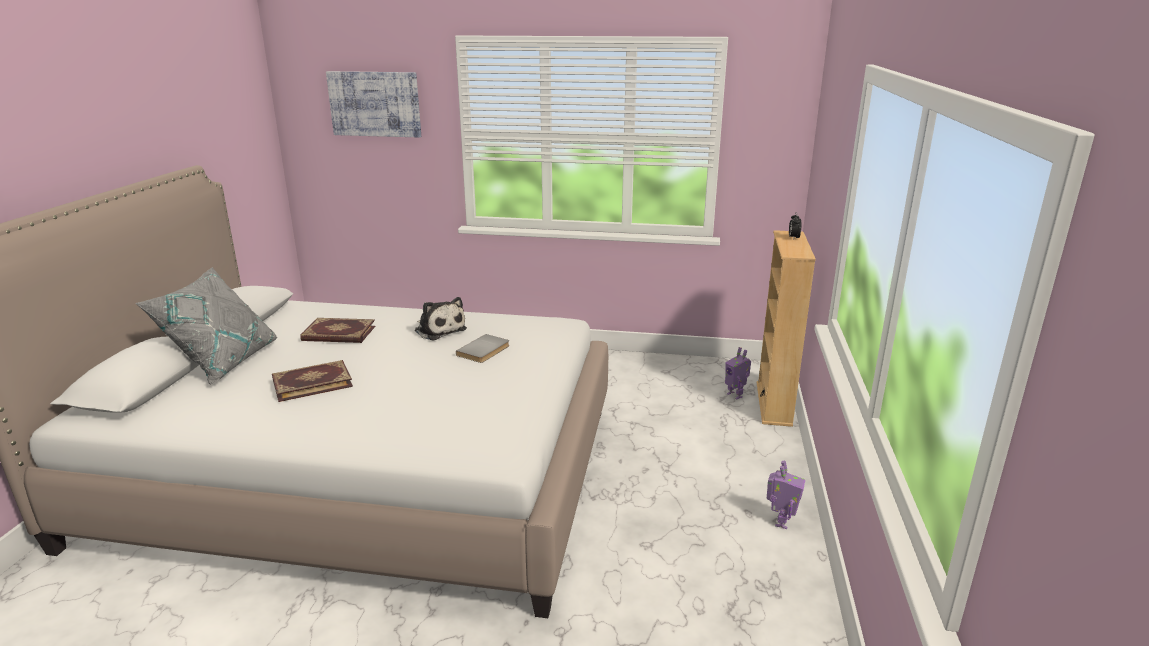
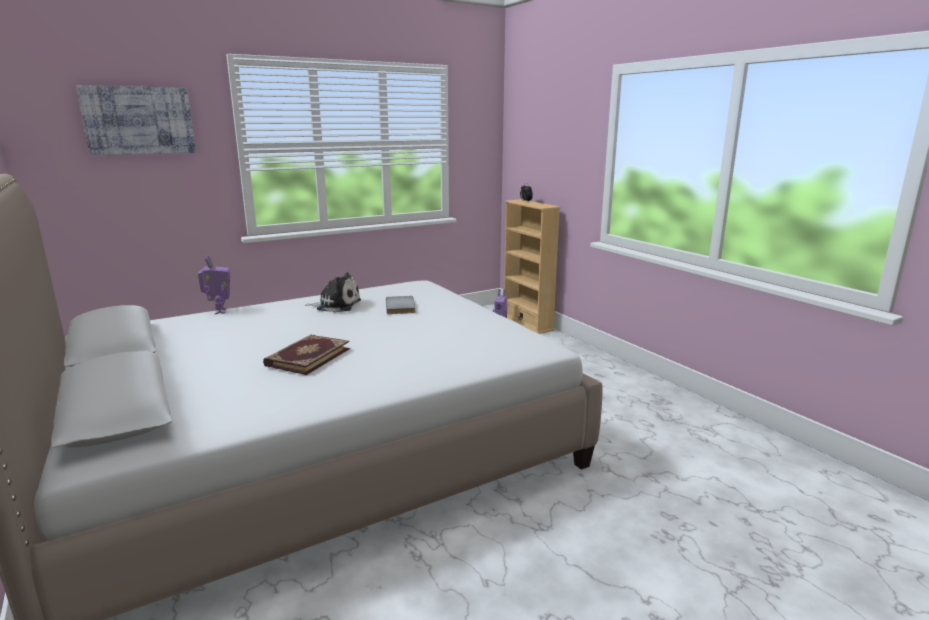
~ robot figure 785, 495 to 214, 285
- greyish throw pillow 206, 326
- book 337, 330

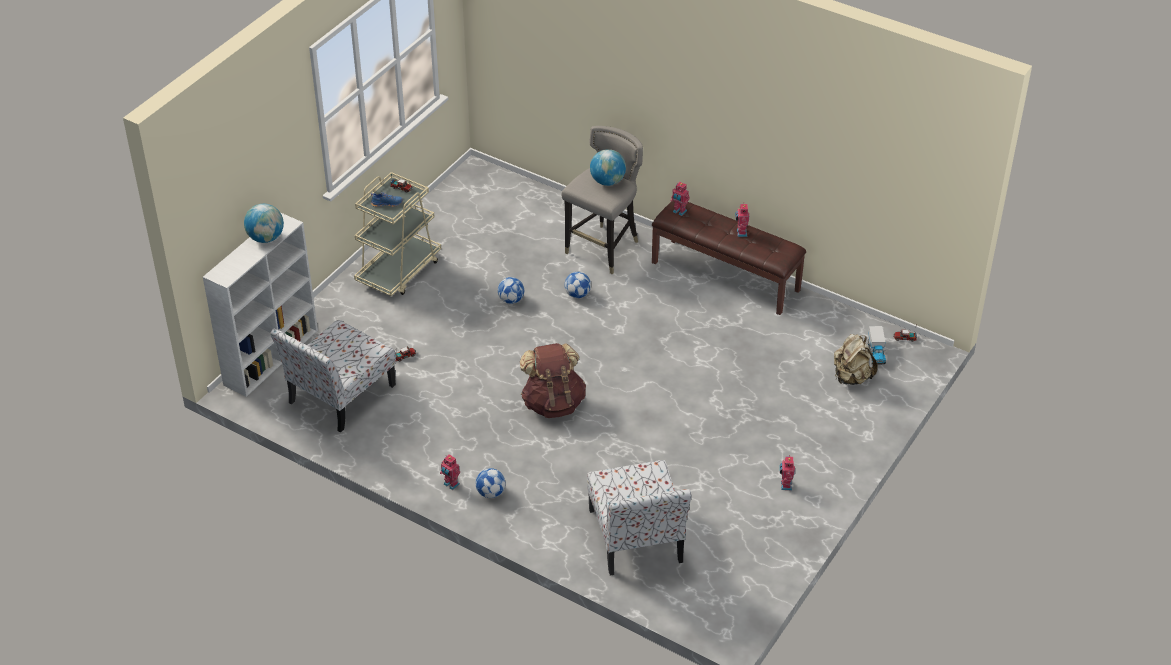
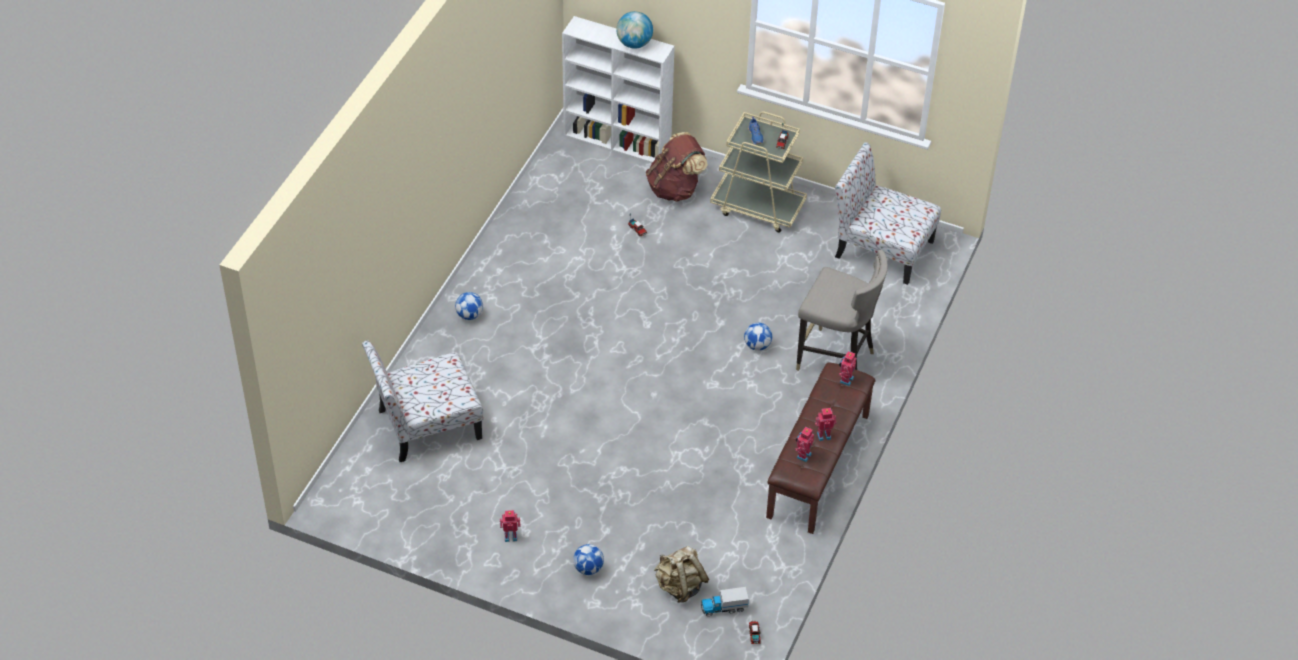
~ football 511, 290 to 588, 559
~ brown-coloured knapsack 553, 380 to 677, 167
~ robot figure 450, 472 to 804, 444
~ chair 333, 376 to 888, 213
- world globe 608, 167

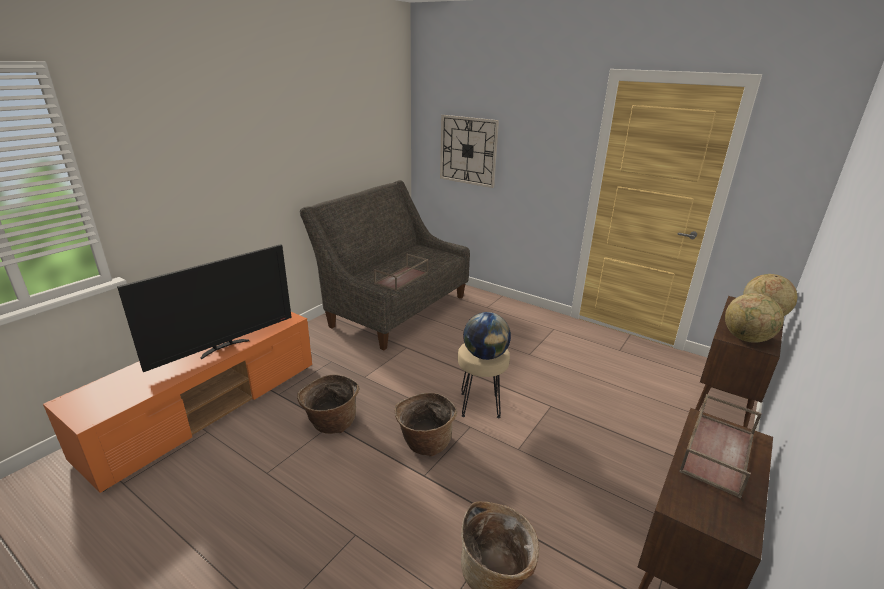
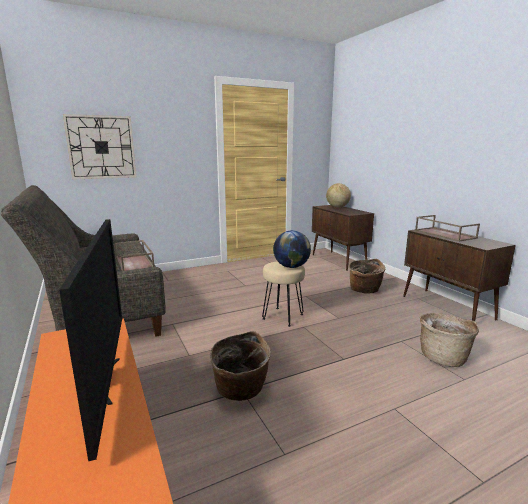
~ basket 426, 425 to 367, 276
- world globe 754, 318

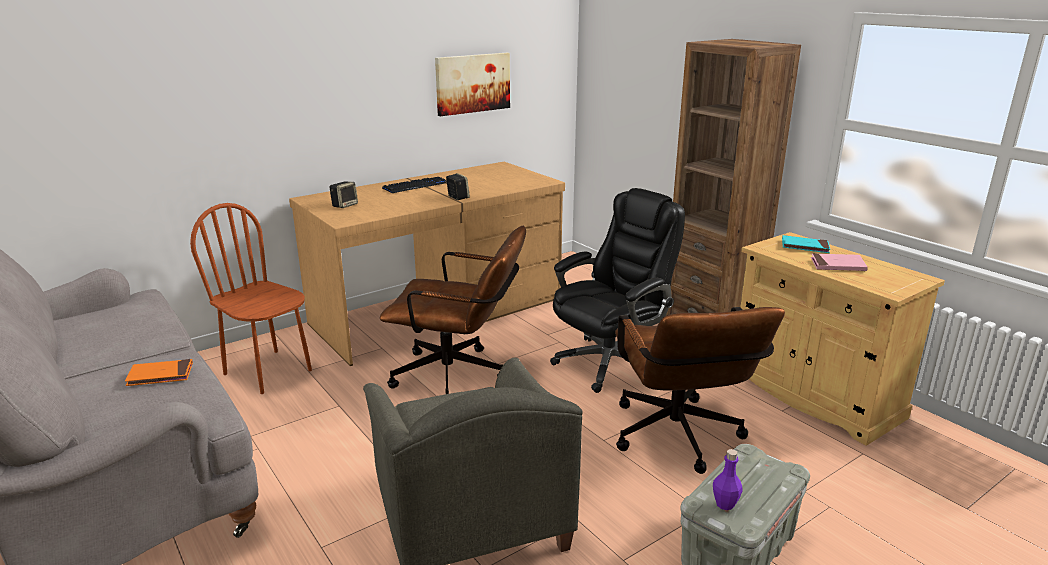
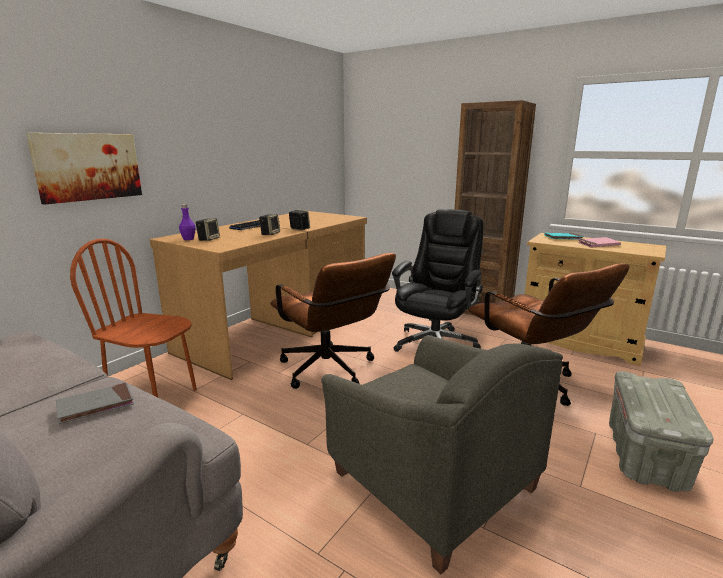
~ wall picture 472, 84 to 84, 169
~ orange book 159, 372 to greyish book 95, 403
~ purple bottle 728, 479 to 187, 222
+ loudspeaker 269, 224
~ brown-coloured office chair 453, 310 = 333, 321 60 degrees clockwise

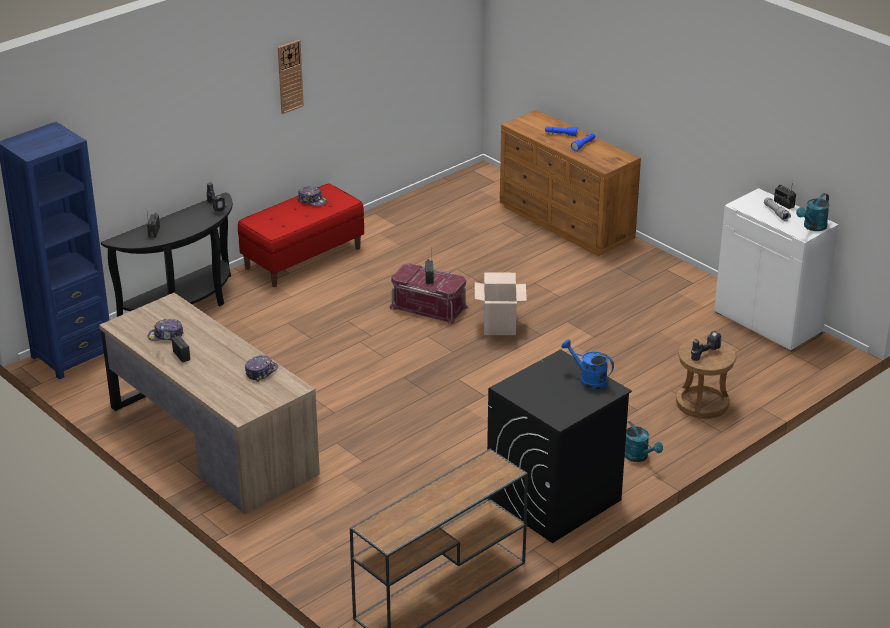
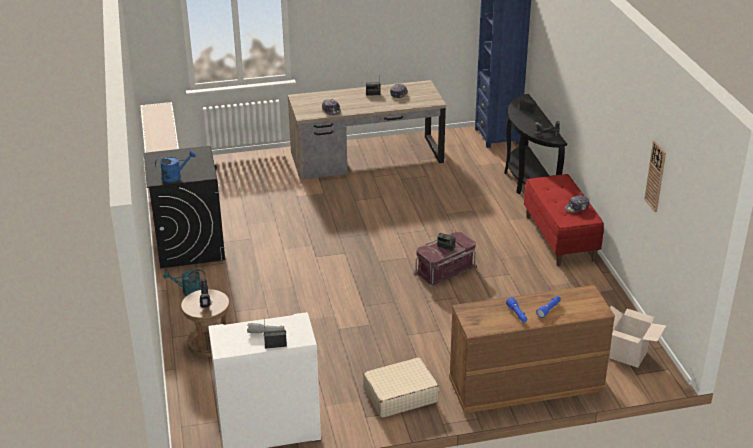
+ sand-coloured suitcase 401, 387
~ cardboard box 501, 303 to 638, 336
~ wall clock 291, 77 to 655, 176
- blue-green sprinkling can 812, 212

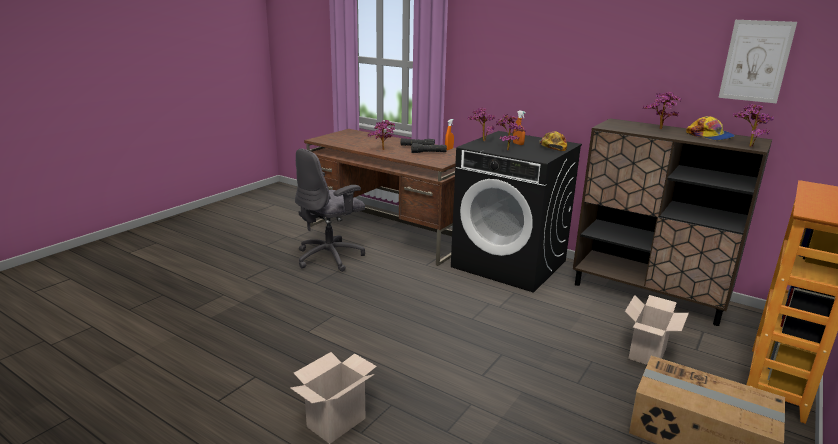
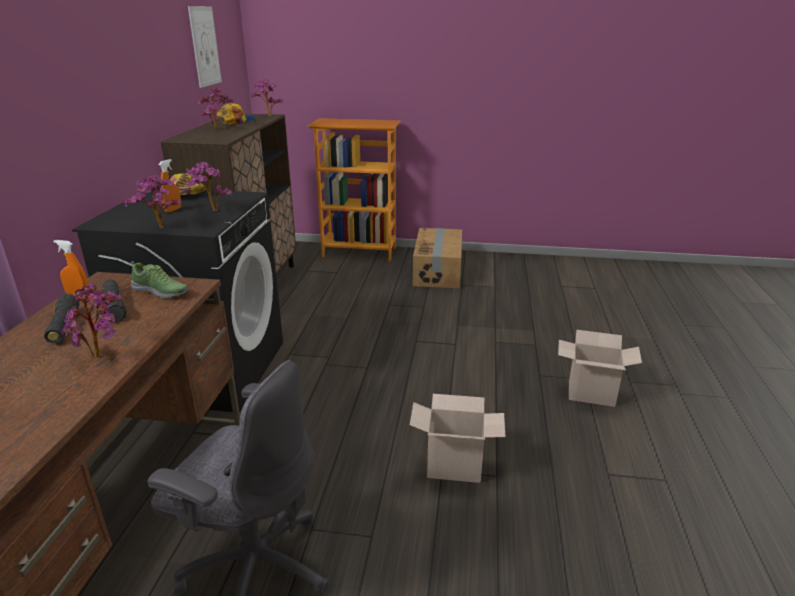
+ low shoe 160, 279
~ cardboard box 657, 330 to 457, 438

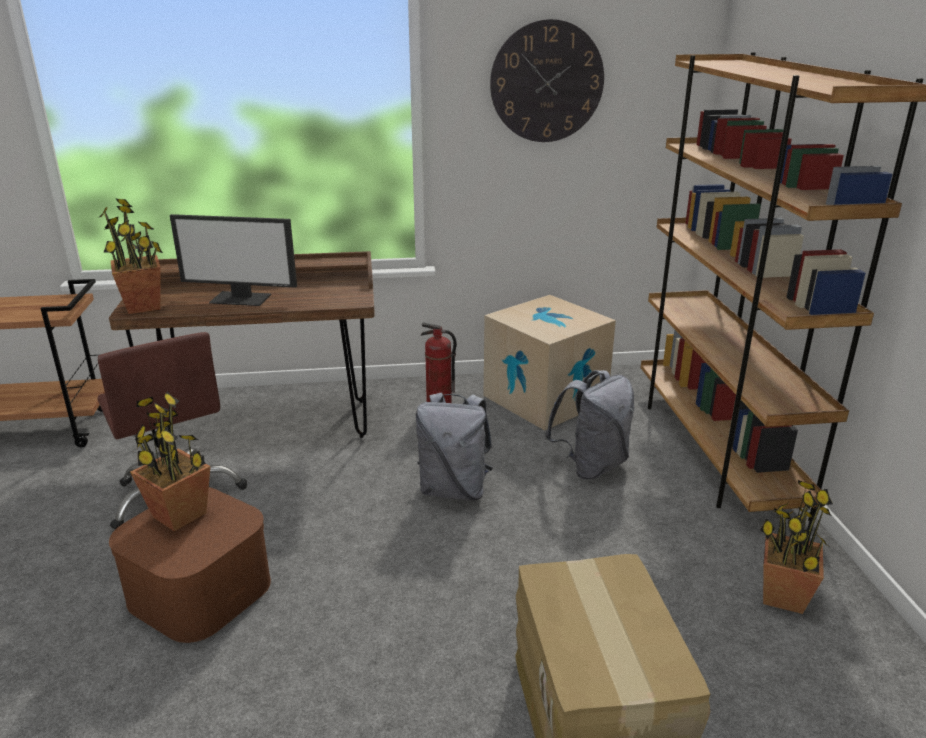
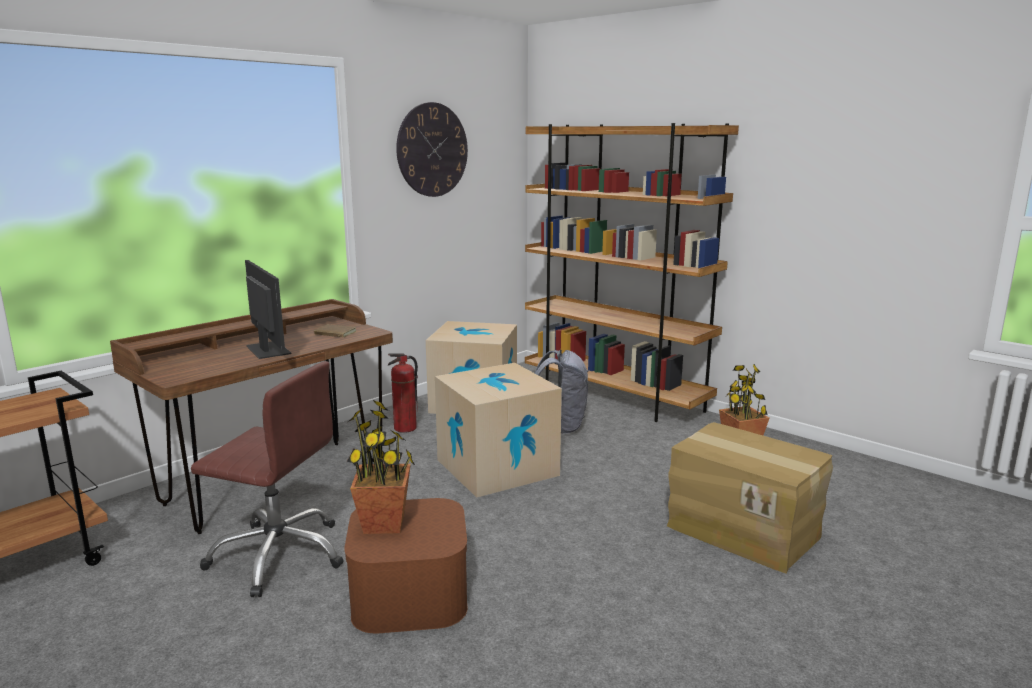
~ computer screen 233, 260 = 268, 309 90 degrees counterclockwise
+ brown-coloured book 335, 330
~ greyish knapsack 454, 446 to cardboard box 498, 430
- houseplant 131, 256

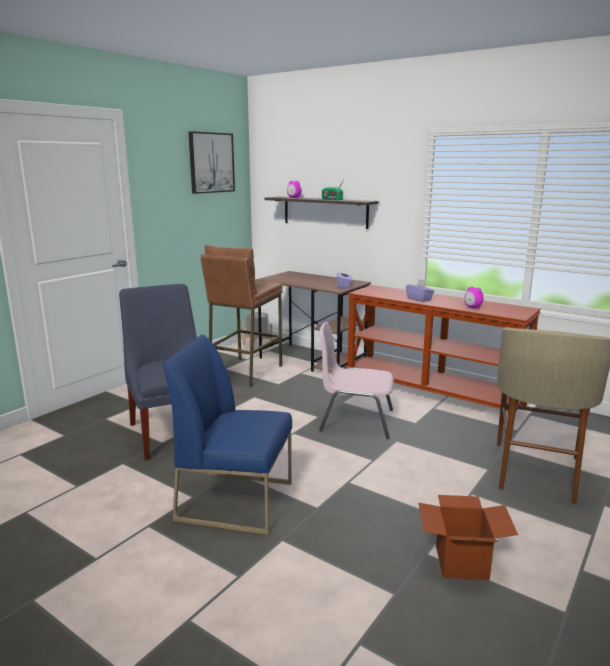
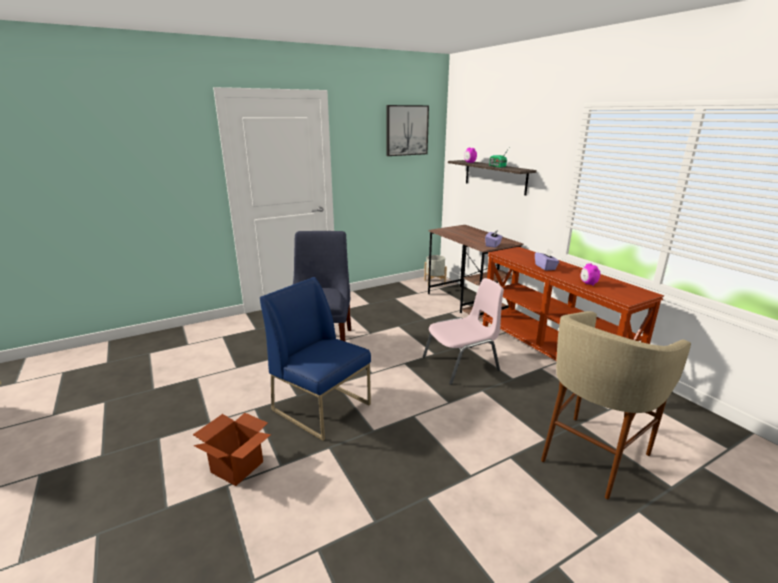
~ cardboard box 468, 537 to 232, 449
~ pink chair 356, 380 = 463, 331 120 degrees clockwise
- brown-coloured sitting stool 241, 316

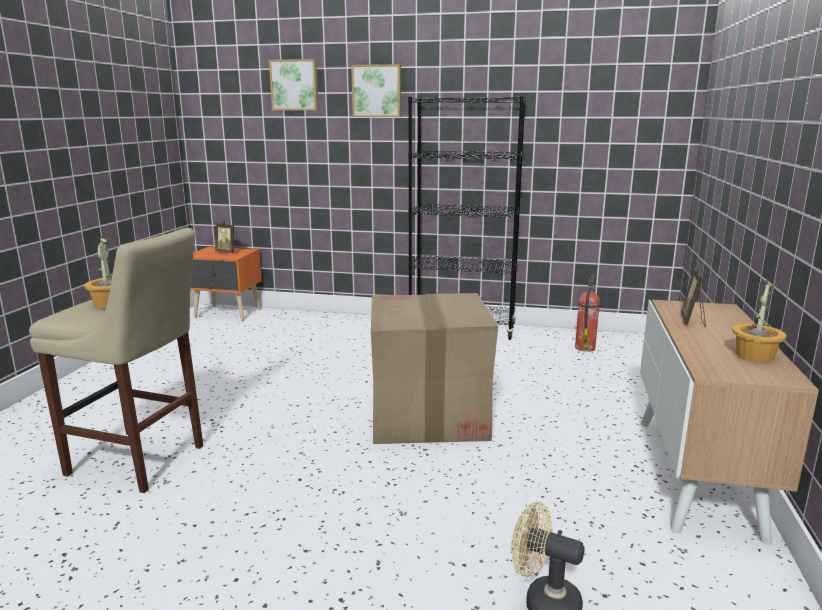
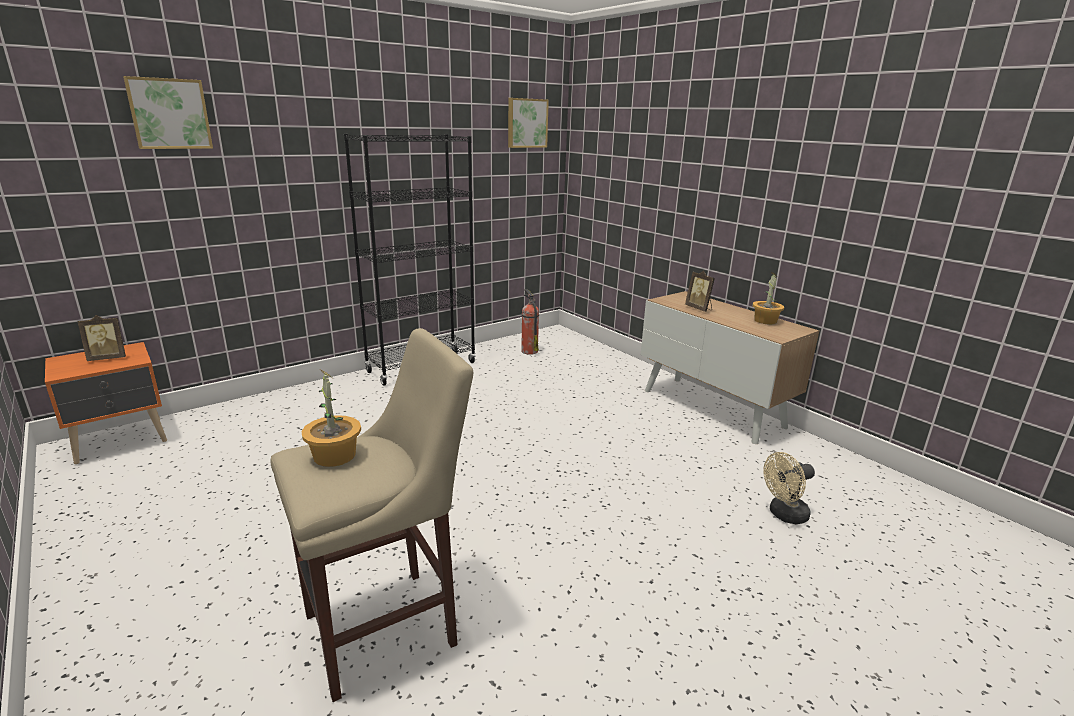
~ wall picture 376, 90 to 528, 123
- cardboard box 434, 368

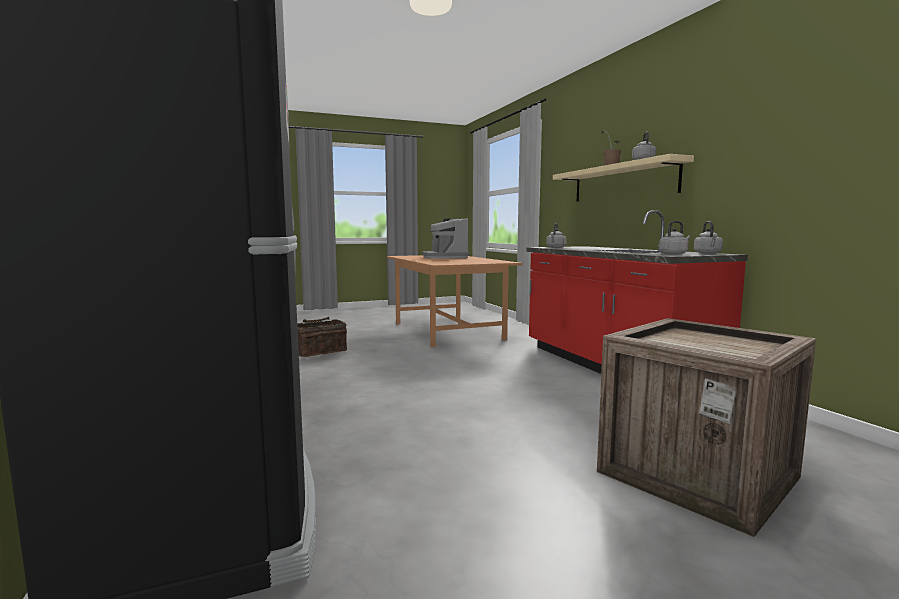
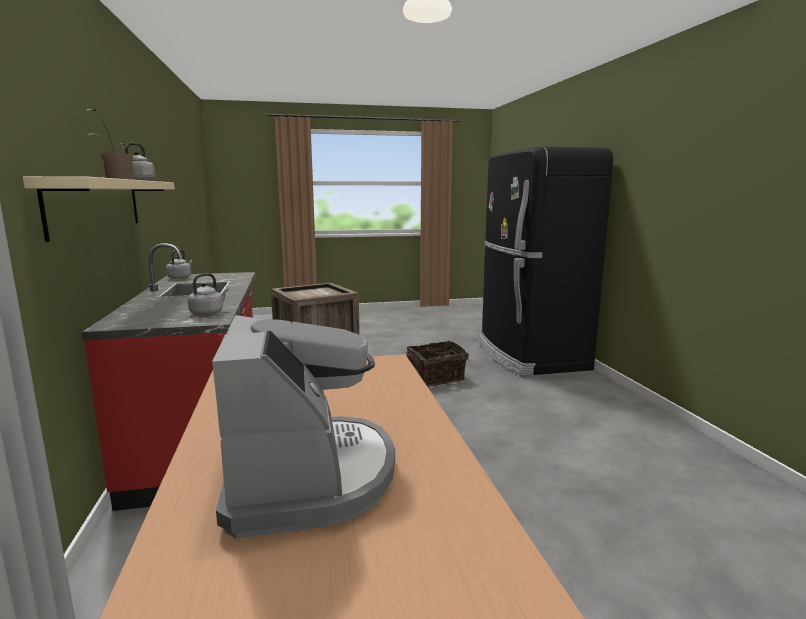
~ basket 322, 337 to 438, 364
- greyish tea kettle 674, 238

